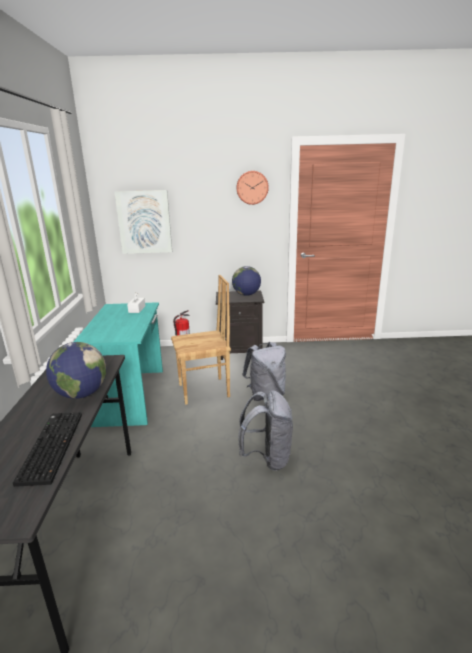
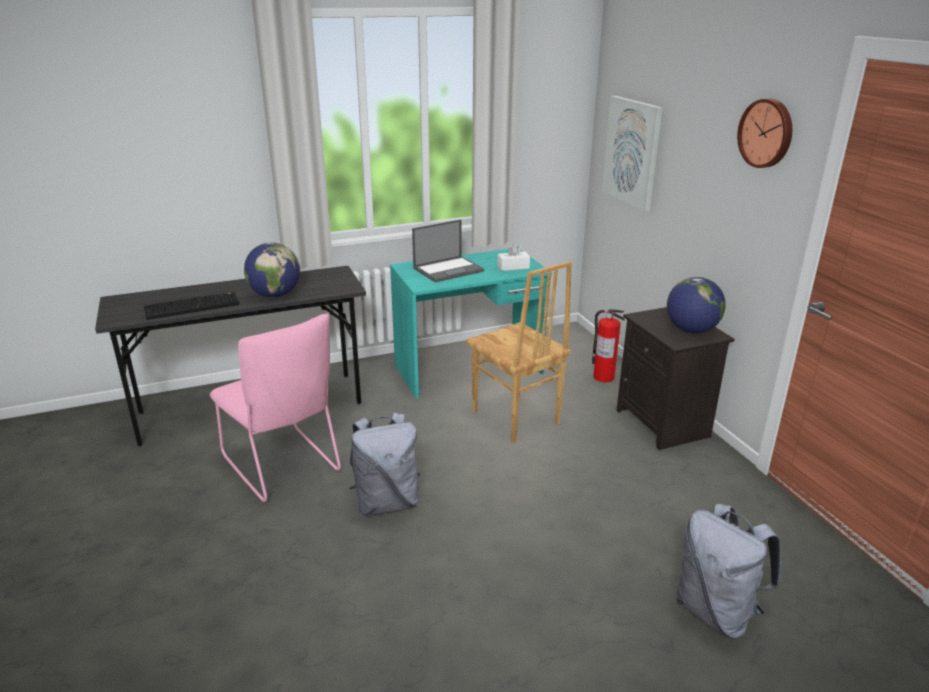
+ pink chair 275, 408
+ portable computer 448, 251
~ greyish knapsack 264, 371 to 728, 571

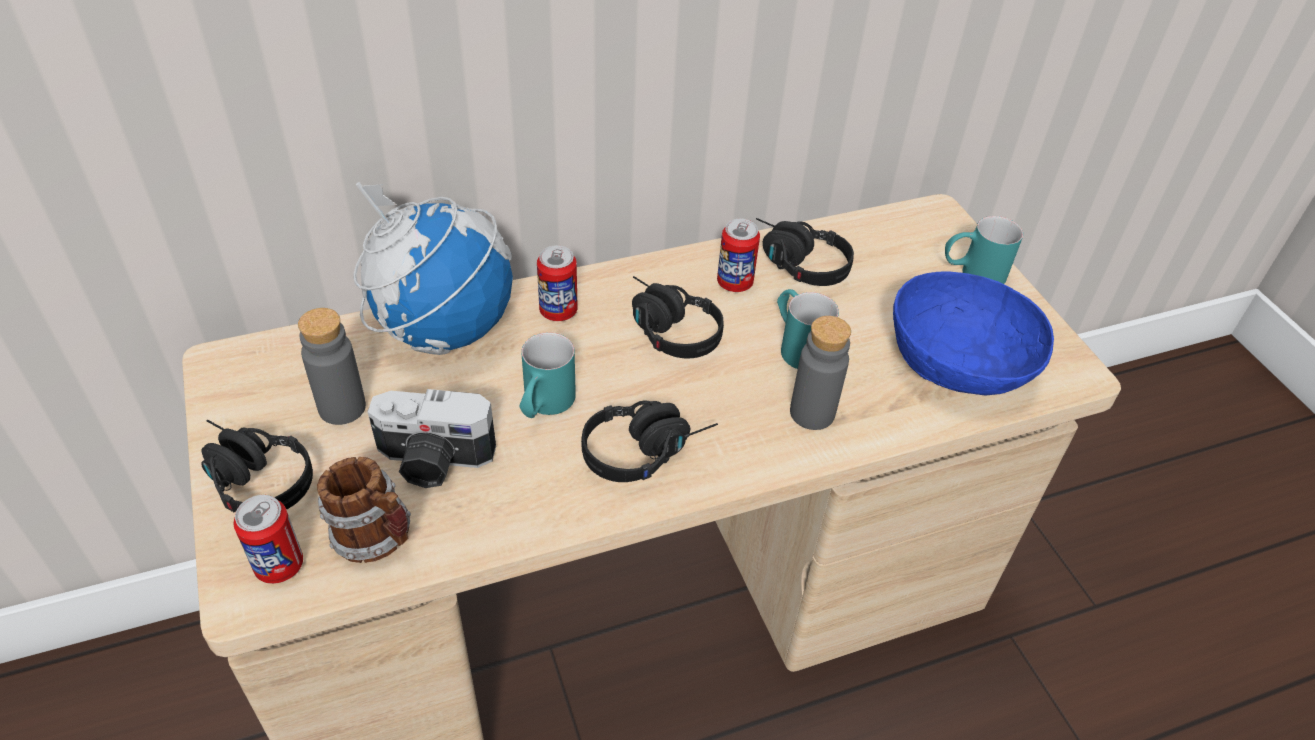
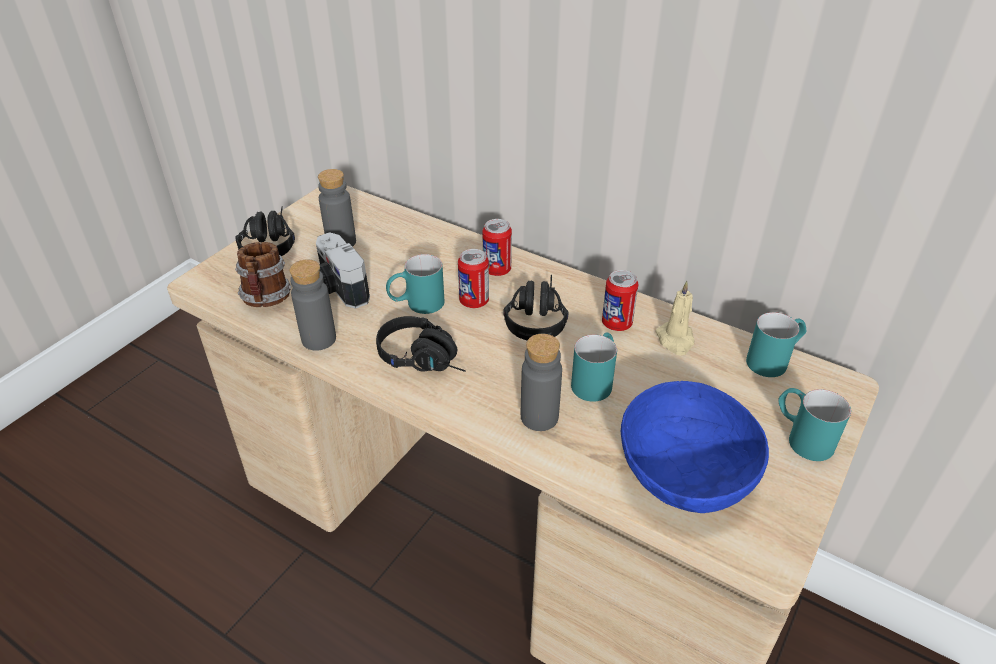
+ greyish bottle 312, 305
~ sealed can 268, 539 to 473, 278
~ black-coloured headphones 805, 252 to sand-coloured wax candle 674, 318
+ blue-green tea mug 776, 344
- world globe 433, 268

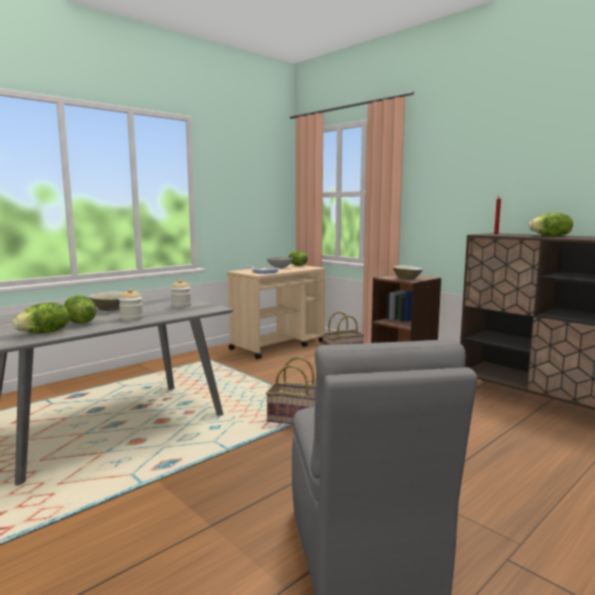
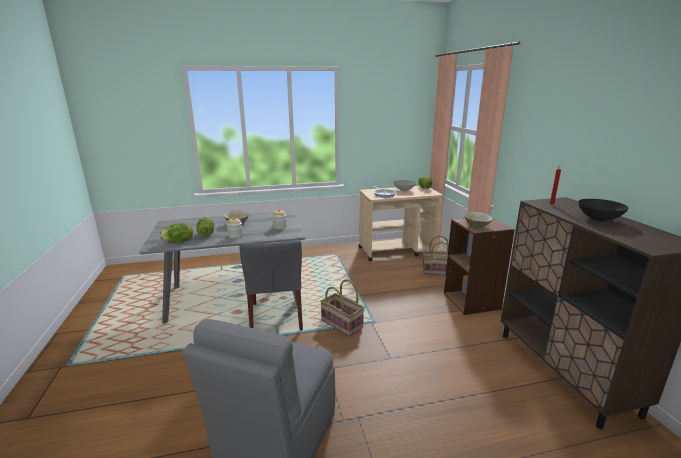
+ greyish chair 271, 285
~ lettuce head 551, 224 to black-coloured deep dish 603, 210

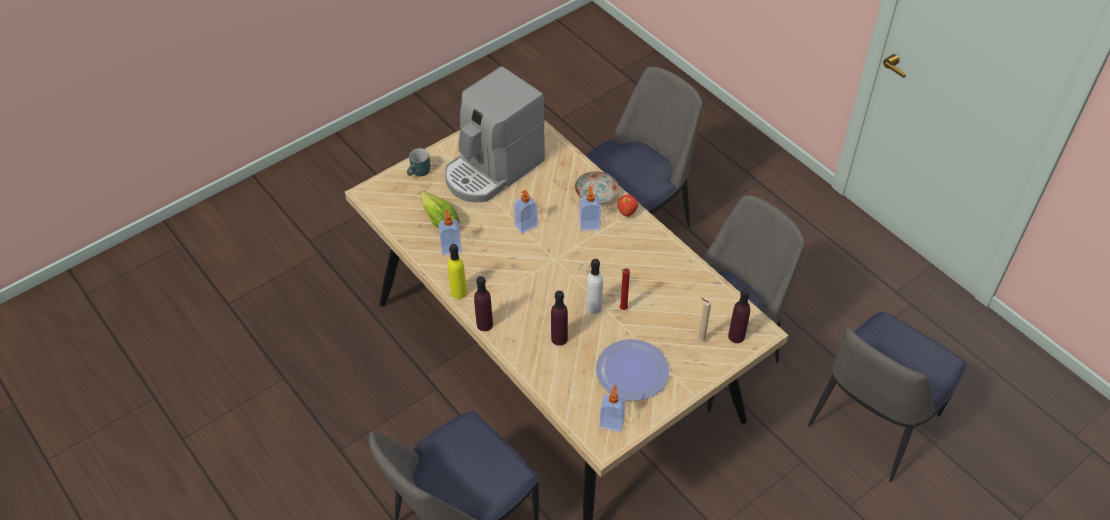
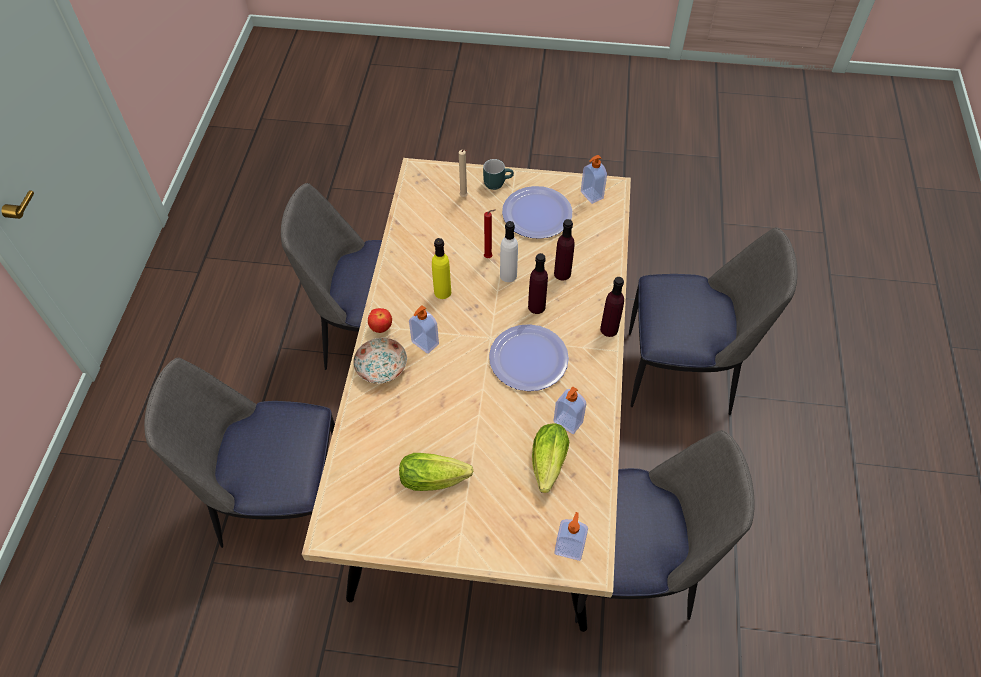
~ coffee machine 495, 134 to lettuce head 436, 472
~ yellowish bottle 457, 271 to 441, 268
~ blue-green tea mug 418, 162 to 498, 174
+ flat dish 529, 357
~ purple bottle 739, 315 to 538, 283
~ liquid soap bottle 526, 212 to 571, 536
~ chair 887, 397 to 665, 526

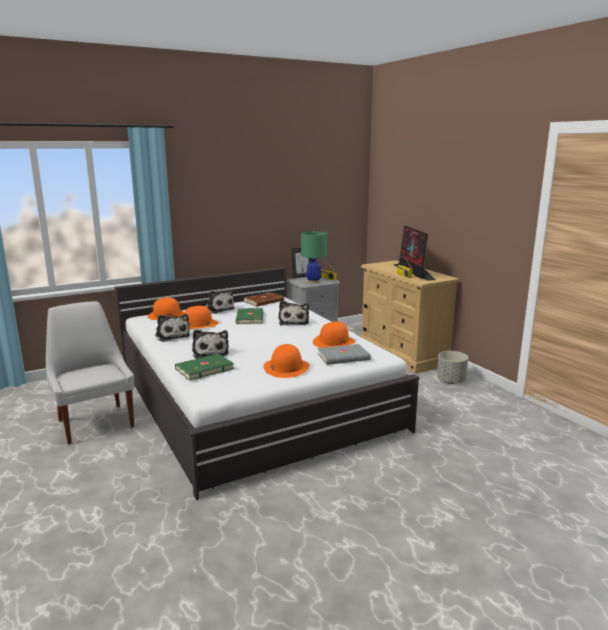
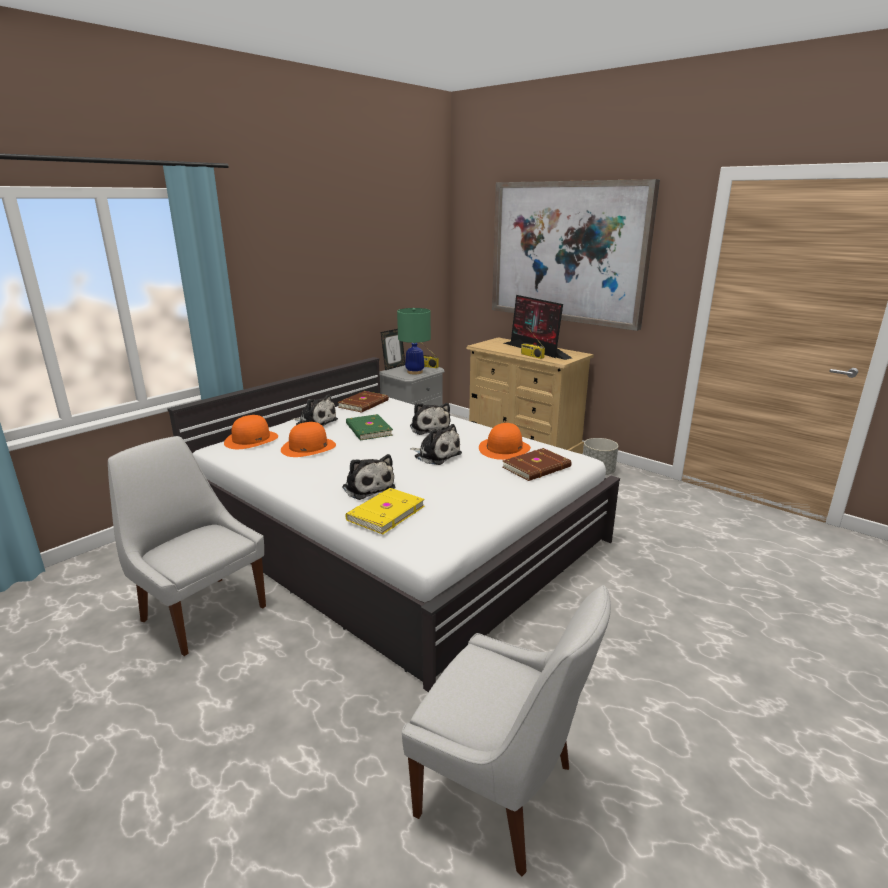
~ green-coloured book 204, 367 to yellowish book 385, 511
+ white chair 506, 731
~ plush toy 172, 328 to 436, 444
+ wall picture 576, 255
~ greyish book 344, 354 to brown-coloured book 537, 464
- orange hat 286, 361

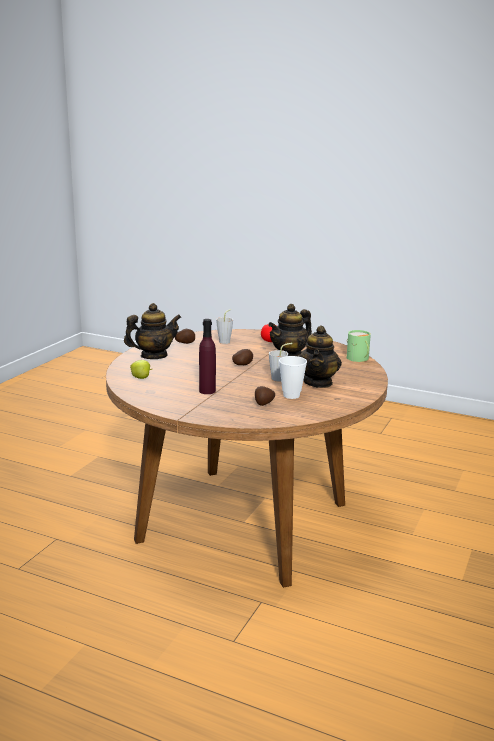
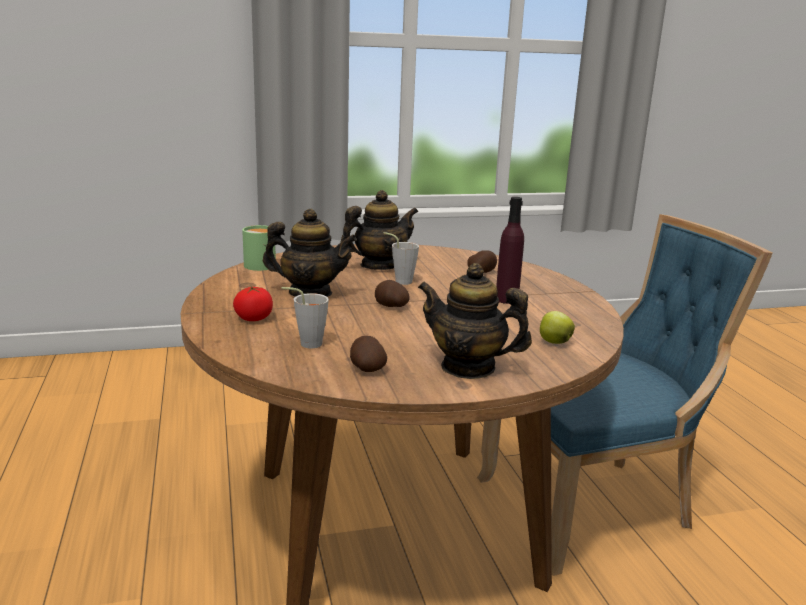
+ blue-coloured chair 625, 395
- cup 293, 377

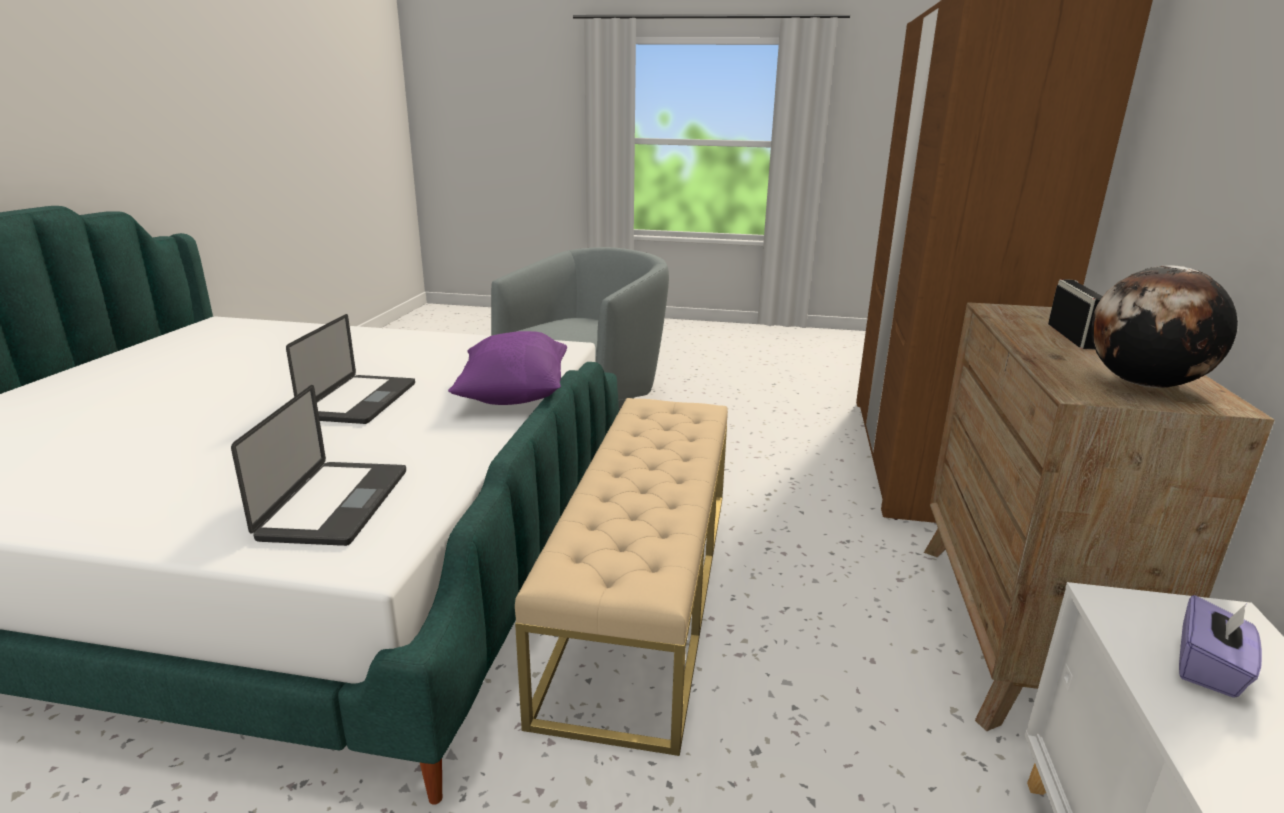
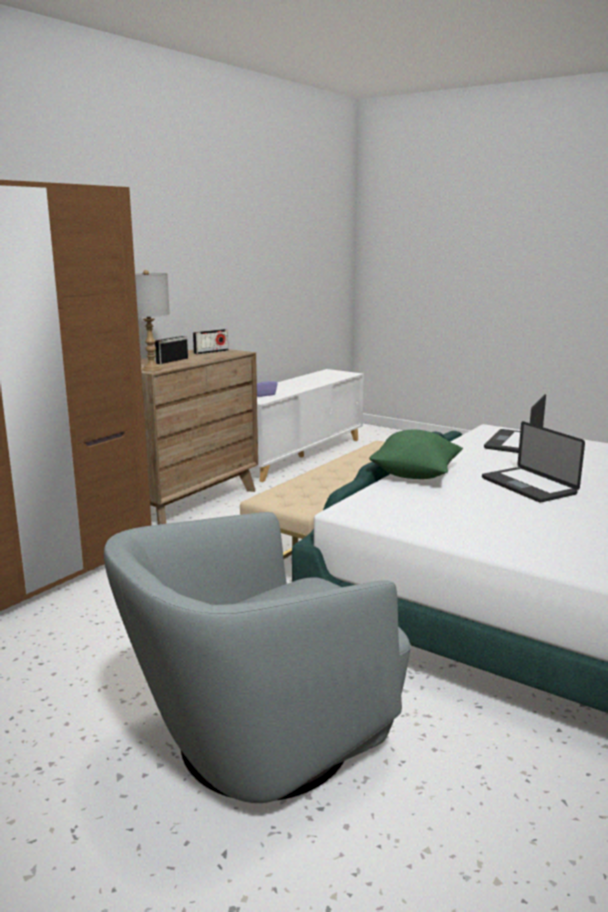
+ greyish table lamp 152, 320
~ world globe 1164, 327 to radio set 210, 341
~ purple throw pillow 507, 368 to green-coloured throw pillow 416, 454
~ portable computer 350, 369 = 533, 462 60 degrees counterclockwise

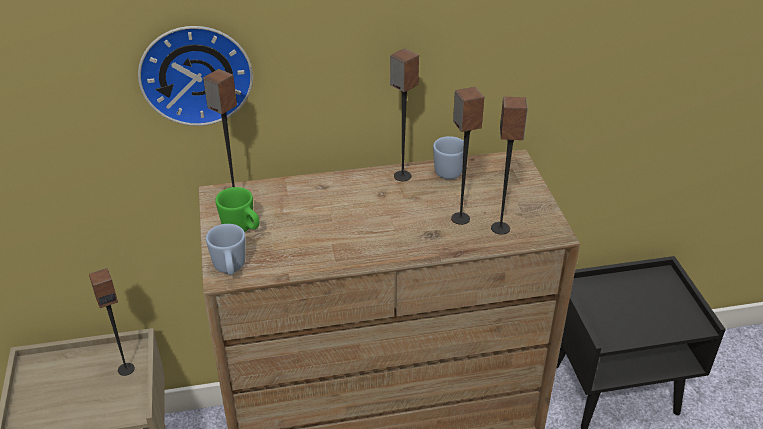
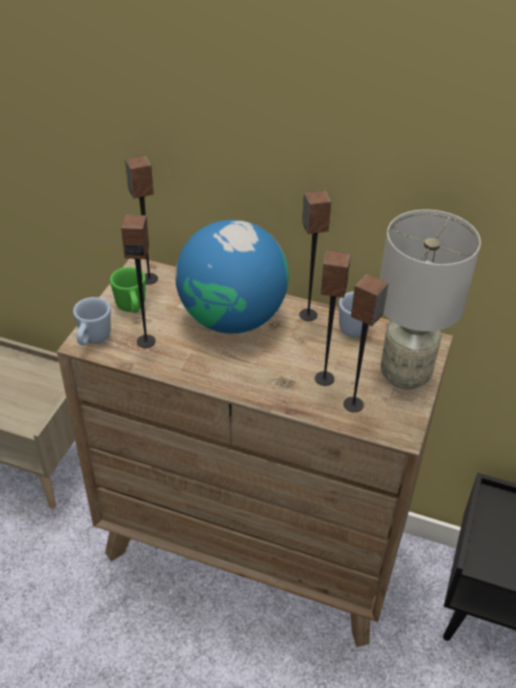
~ loudspeaker 112, 322 to 138, 281
+ world globe 232, 277
+ greyish table lamp 430, 300
- wall clock 195, 76

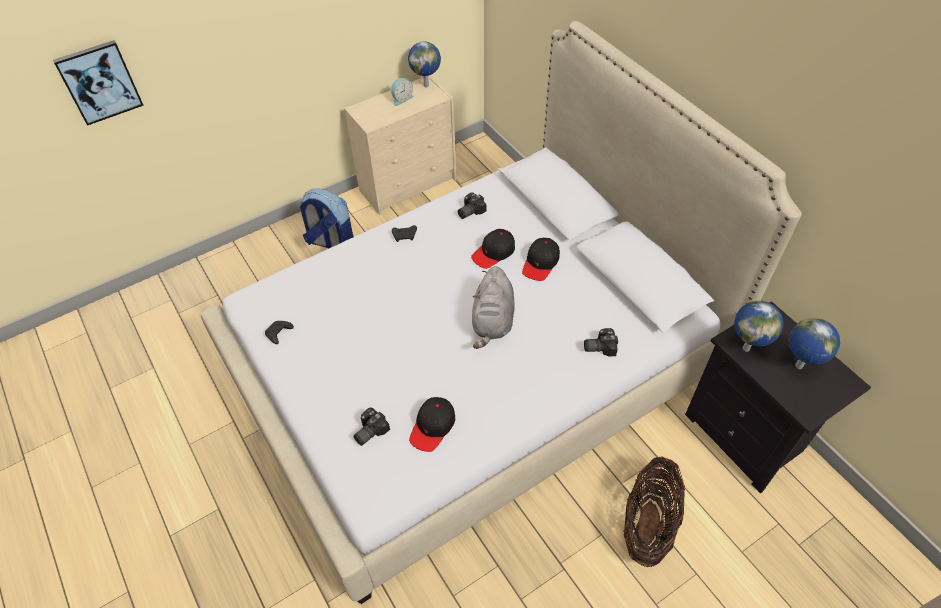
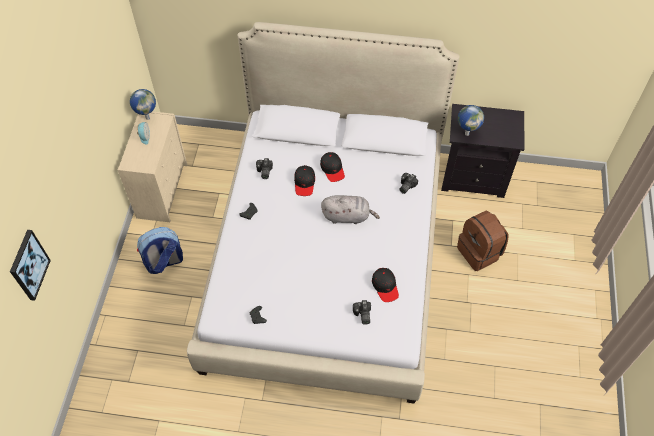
~ greyish plush toy 493, 307 = 350, 209 45 degrees counterclockwise
~ basket 654, 511 to brown-coloured knapsack 483, 240
- world globe 814, 343

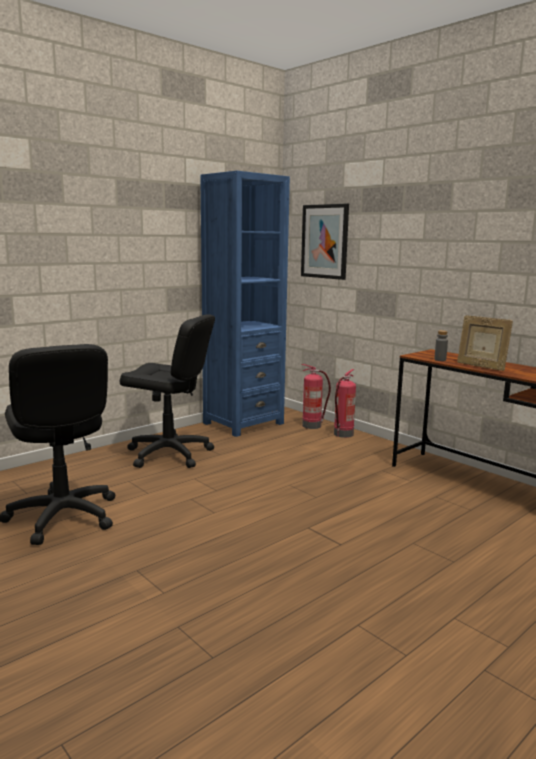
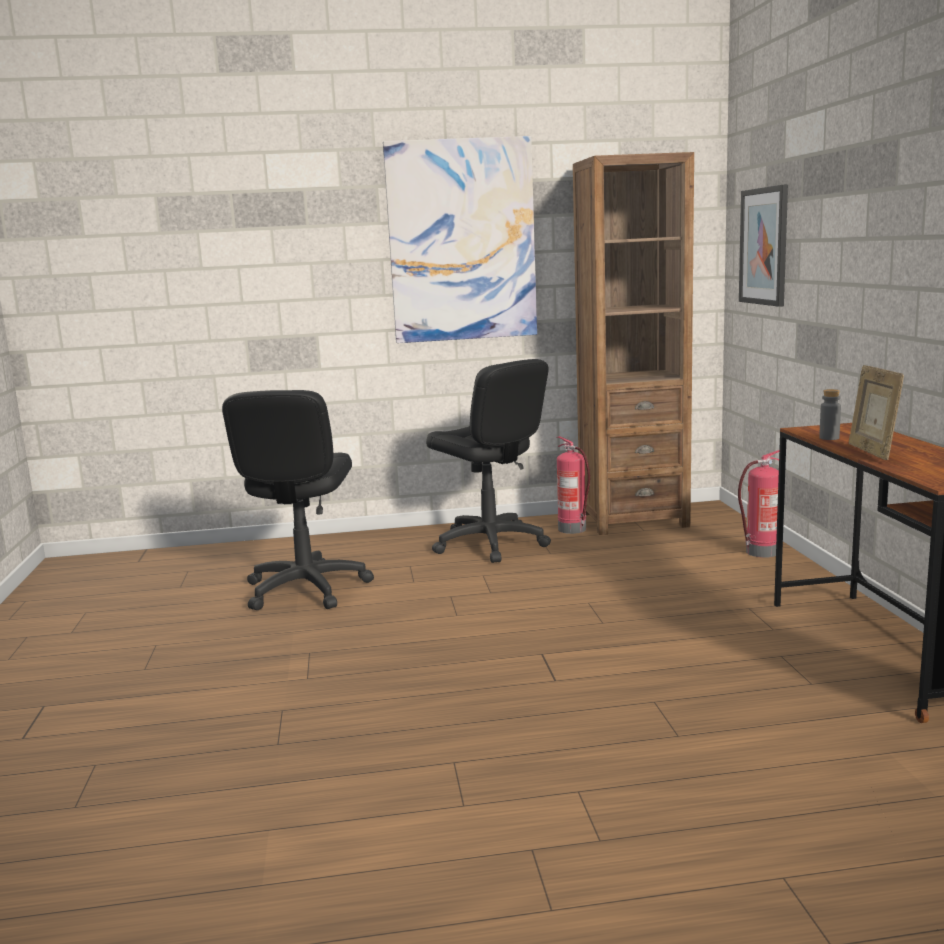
+ wall picture 460, 239
~ fire extinguisher 316, 396 to 573, 485
~ blue-coloured bookshelf 245, 304 to brown-coloured bookshelf 633, 343

